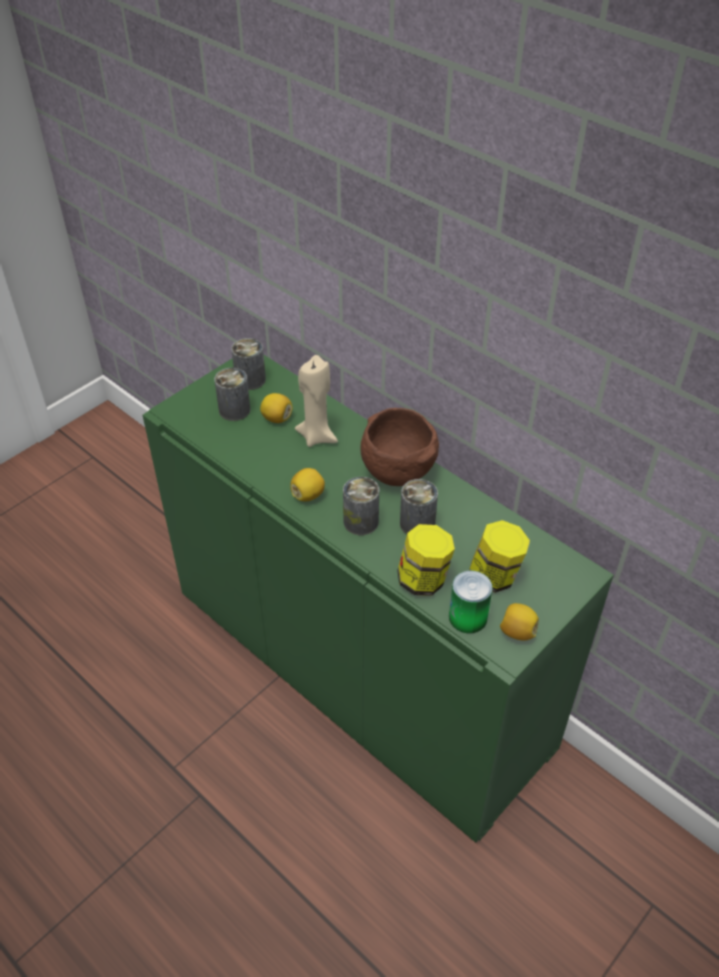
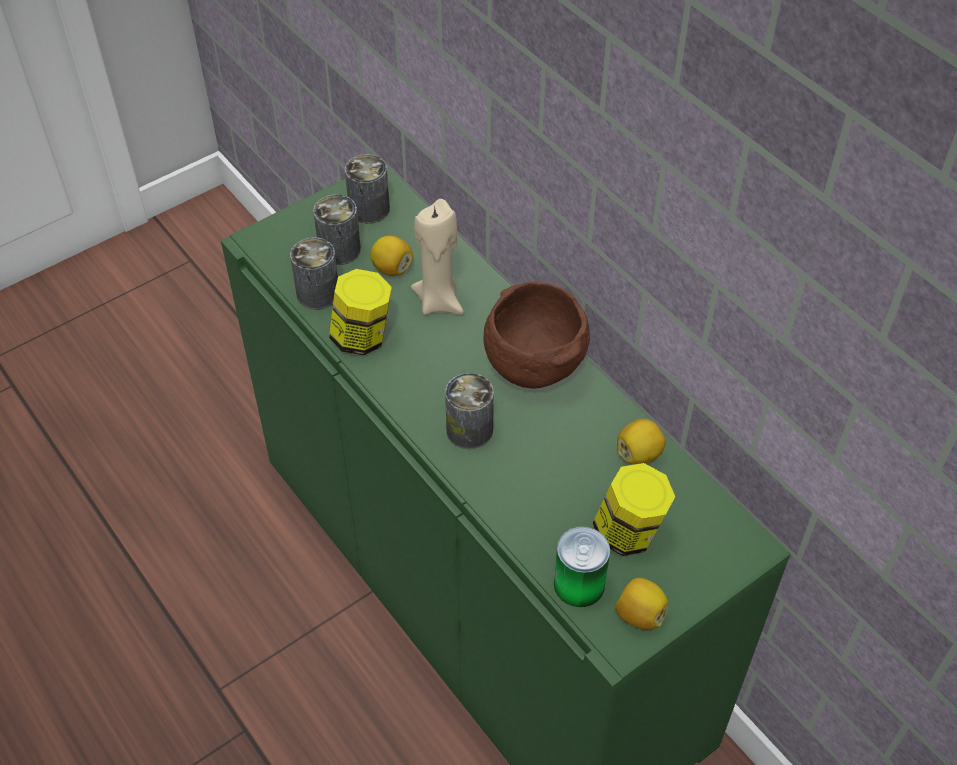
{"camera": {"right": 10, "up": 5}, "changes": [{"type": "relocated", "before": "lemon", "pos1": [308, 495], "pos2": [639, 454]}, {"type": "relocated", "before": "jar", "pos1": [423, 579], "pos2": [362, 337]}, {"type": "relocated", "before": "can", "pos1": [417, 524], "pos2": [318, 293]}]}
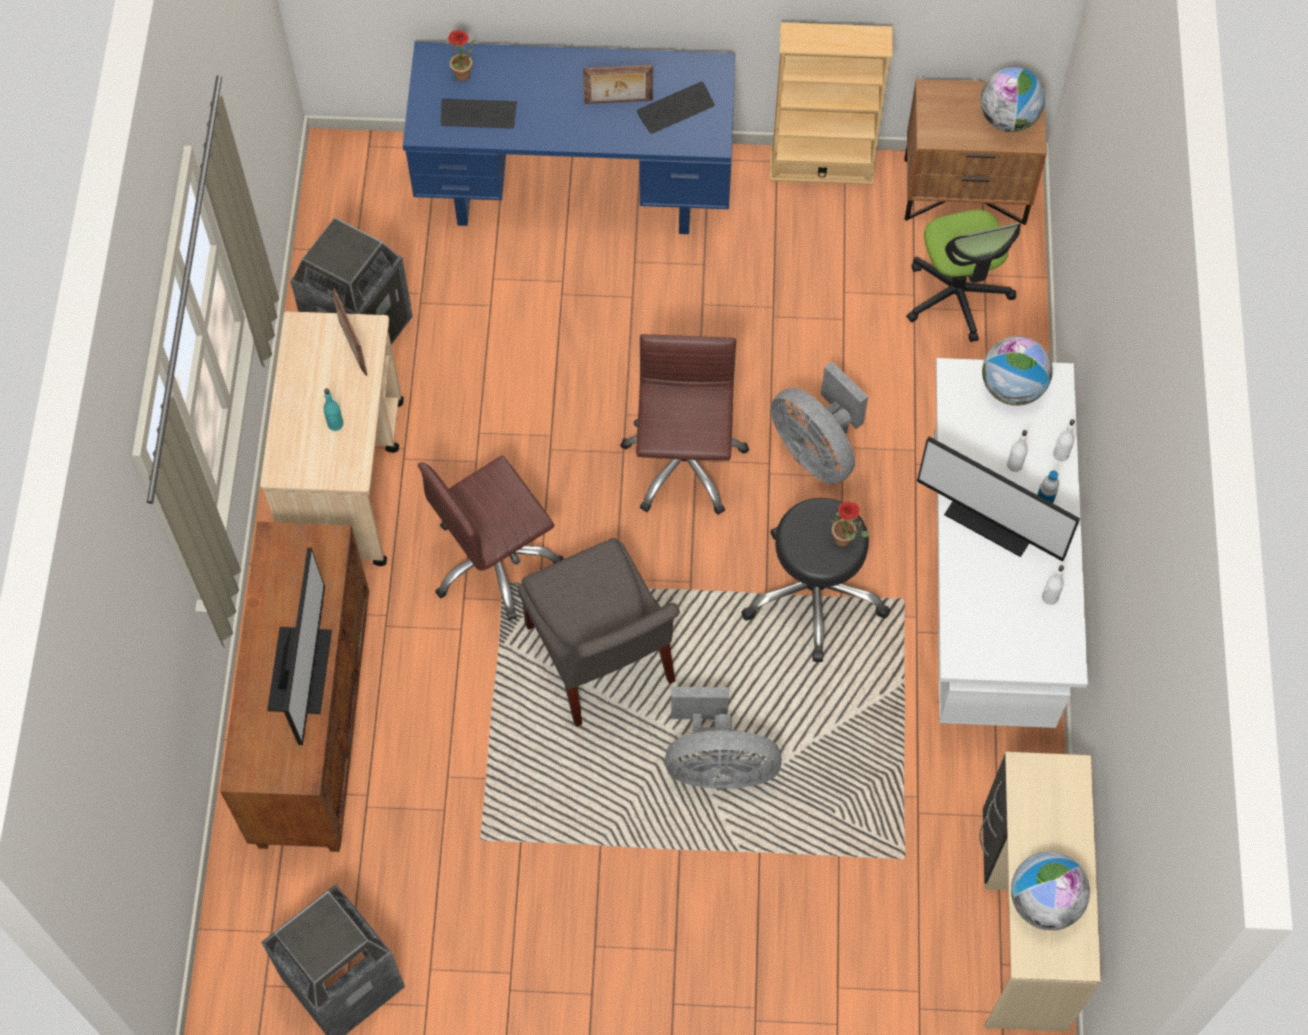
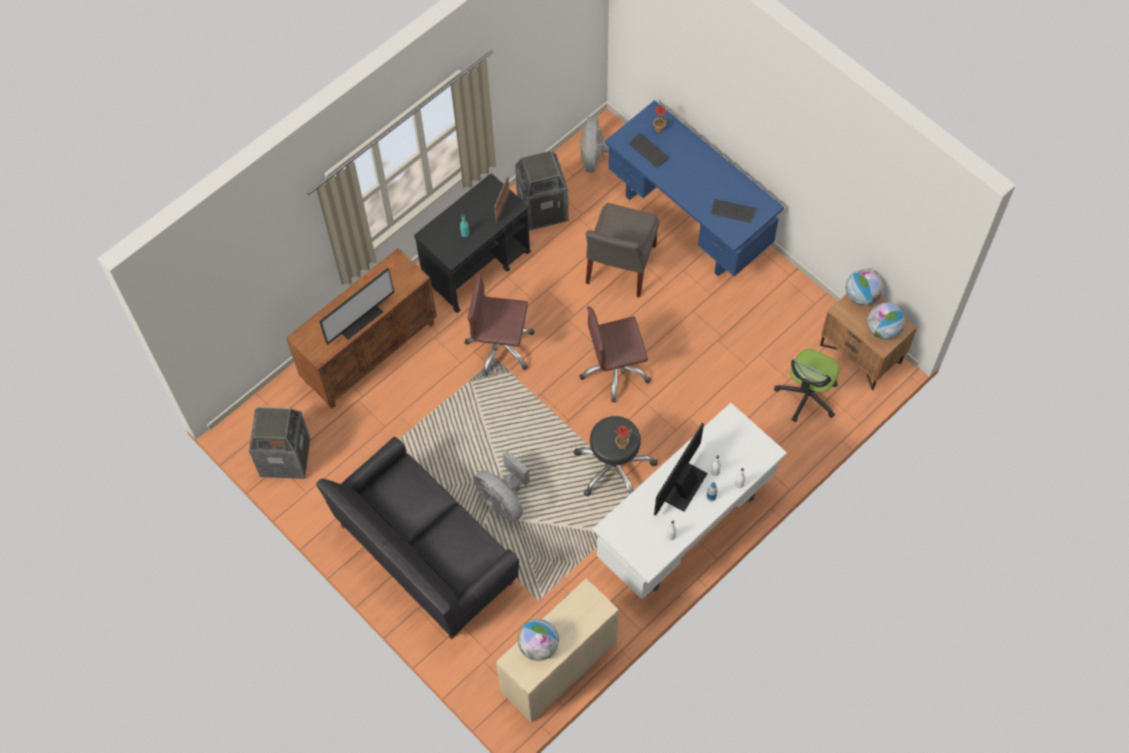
{"camera": {"right": 45, "up": 0}, "changes": [{"type": "missing", "before": "picture frame", "pos1": [618, 102]}, {"type": "missing", "before": "beige bookcase", "pos1": [821, 168]}, {"type": "appeared", "after": "black sofa", "pos2": [425, 554]}, {"type": "relocated", "before": "grey chair", "pos1": [601, 660], "pos2": [619, 267]}, {"type": "relocated", "before": "grey fan", "pos1": [816, 450], "pos2": [598, 158]}, {"type": "relocated", "before": "globe", "pos1": [1012, 388], "pos2": [861, 296]}, {"type": "colour", "before": "beige cart", "after": "black cart", "pos1": [346, 478], "pos2": [477, 266]}, {"type": "spun", "before": "brown office chair", "pos1": [683, 464], "pos2": [615, 370], "turn": -150}, {"type": "spun", "before": "monitor", "pos1": [993, 518], "pos2": [682, 485], "turn": 45}]}
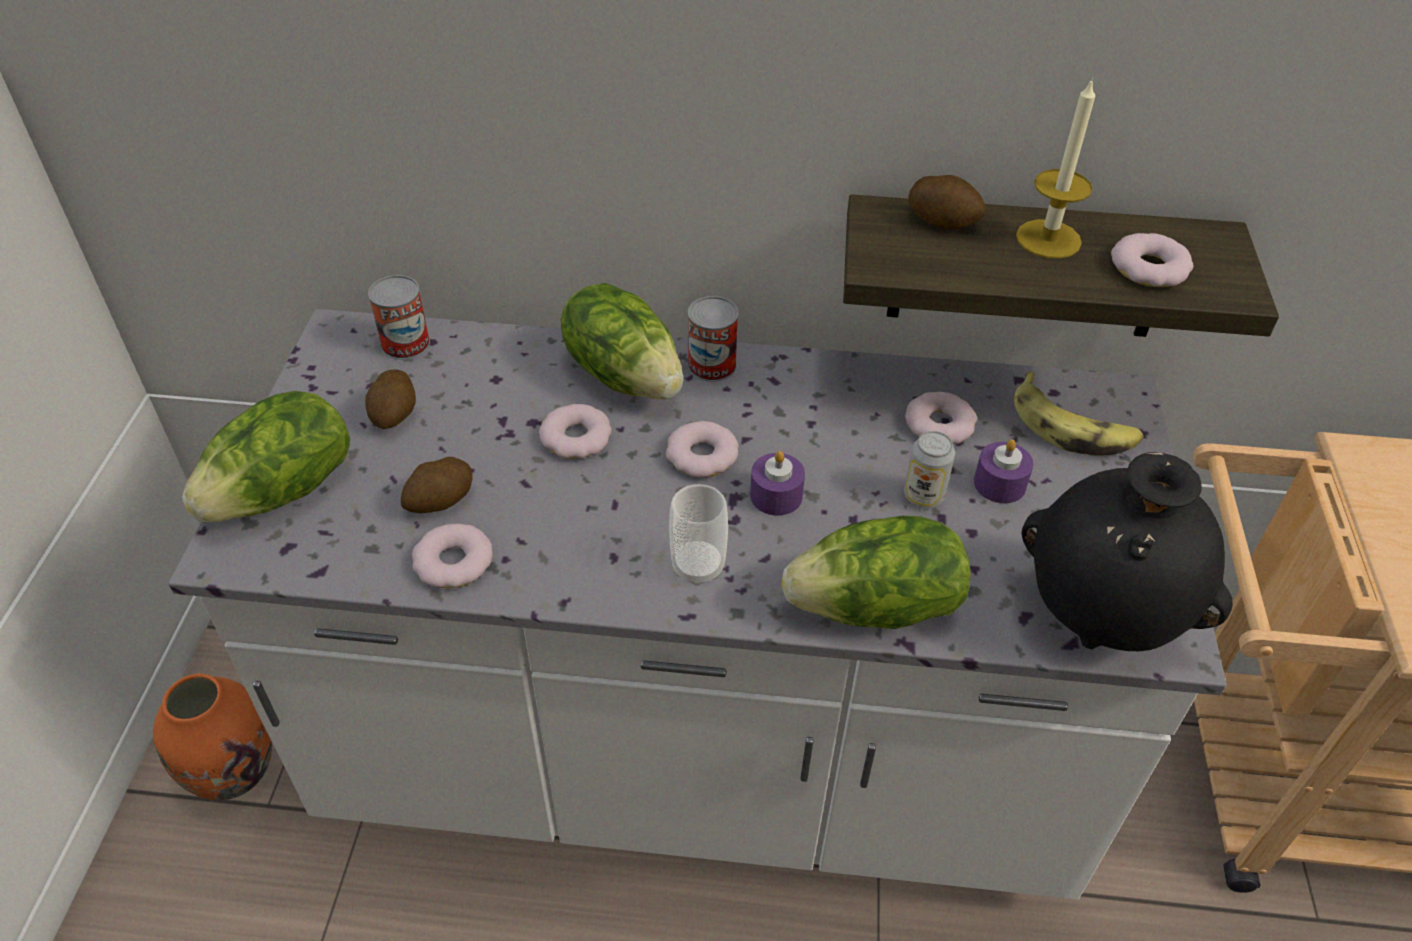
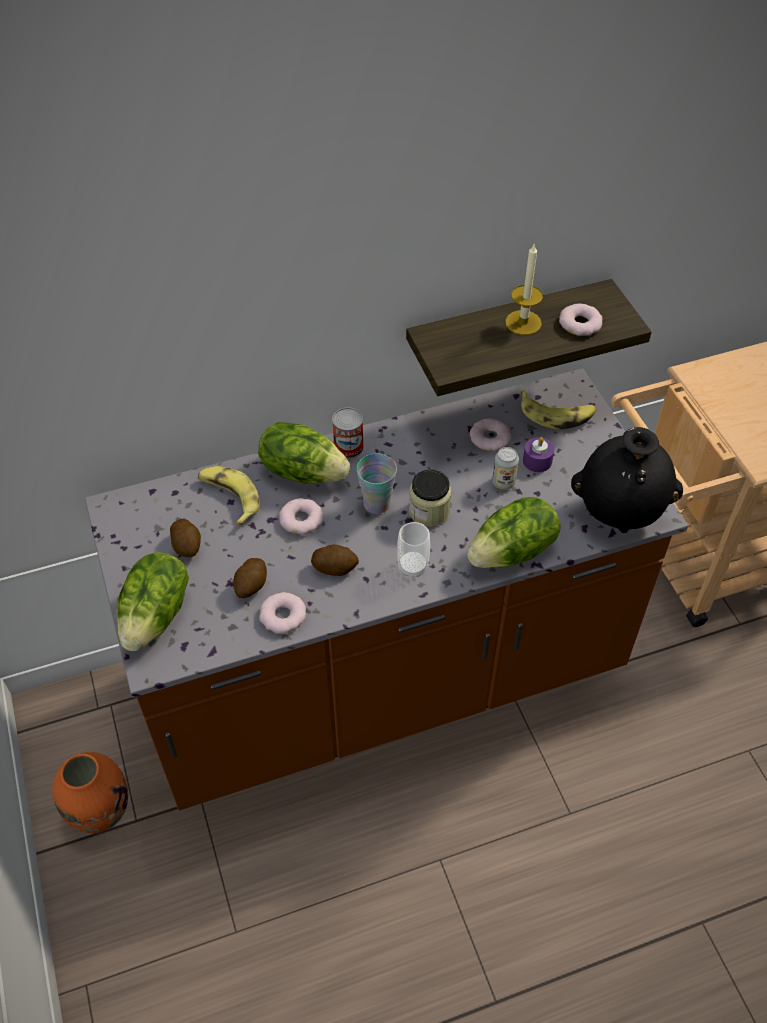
{"camera": {"right": -25, "up": 5}, "changes": [{"type": "missing", "before": "can", "pos1": [405, 343]}, {"type": "appeared", "after": "banana", "pos2": [229, 497]}, {"type": "relocated", "before": "potato", "pos1": [943, 221], "pos2": [335, 567]}, {"type": "exchanged", "before": "donut", "after": "cup", "pos1": [702, 456], "pos2": [376, 504]}, {"type": "exchanged", "before": "purple candle", "after": "jar", "pos1": [776, 495], "pos2": [429, 511]}, {"type": "colour", "before": "white counter", "after": "brown counter", "pos1": [700, 756], "pos2": [383, 677]}]}
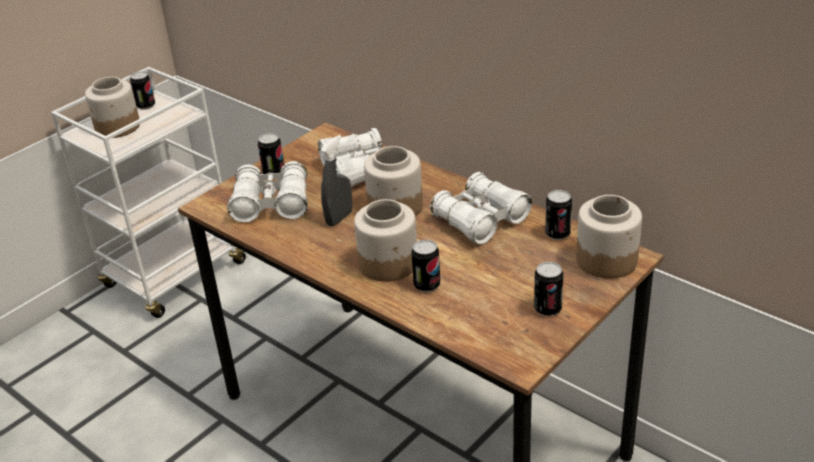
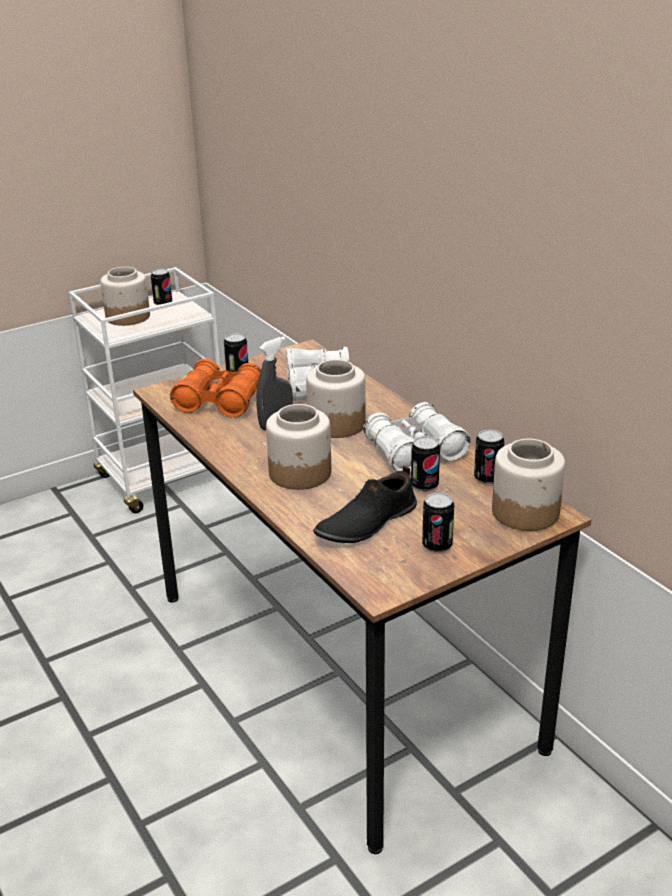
{"camera": {"right": 15, "up": -5}, "changes": [{"type": "appeared", "after": "black shoe", "pos2": [366, 523]}, {"type": "relocated", "before": "can", "pos1": [427, 285], "pos2": [424, 485]}, {"type": "colour", "before": "white binoculars", "after": "orange binoculars", "pos1": [271, 204], "pos2": [219, 401]}]}
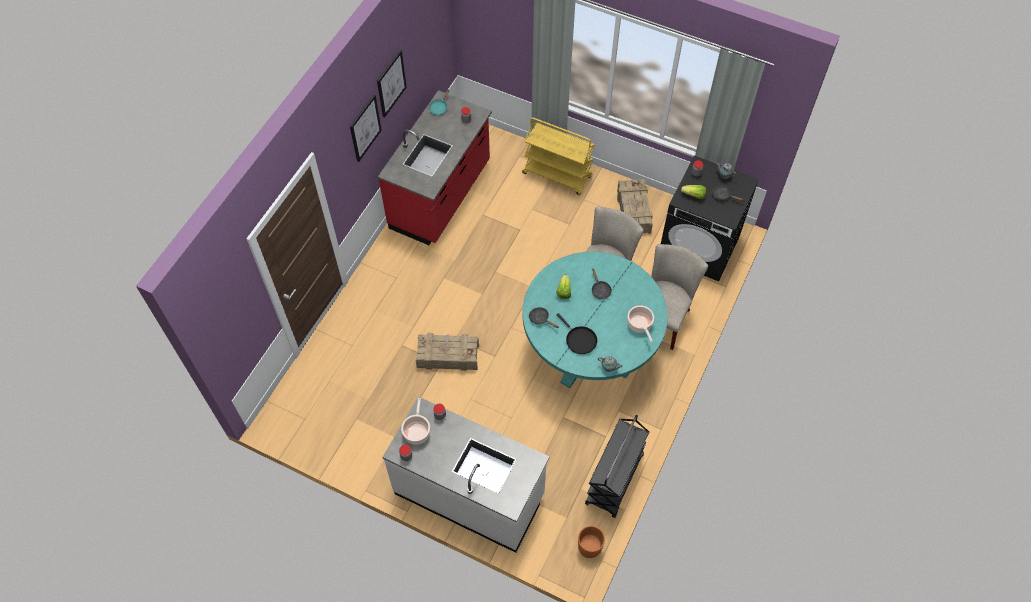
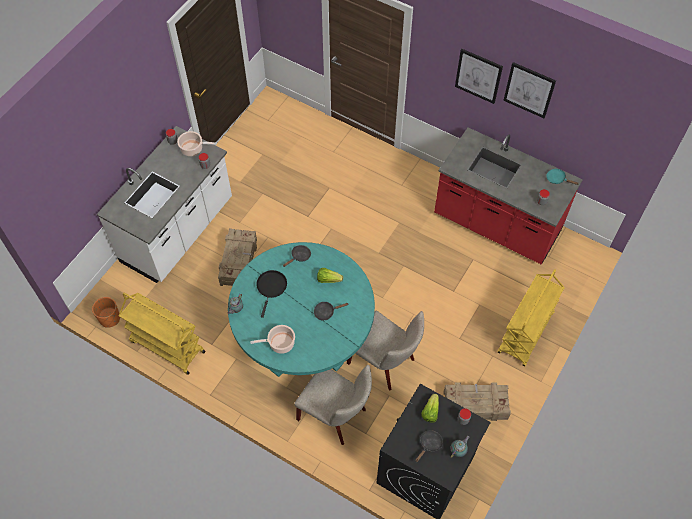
{"camera": {"right": 95, "up": 0}, "changes": [{"type": "relocated", "before": "crate", "pos1": [447, 356], "pos2": [239, 262]}, {"type": "colour", "before": "black cart", "after": "yellow cart", "pos1": [614, 480], "pos2": [167, 346]}, {"type": "spun", "before": "black frying pan", "pos1": [579, 340], "pos2": [271, 287], "turn": 135}]}
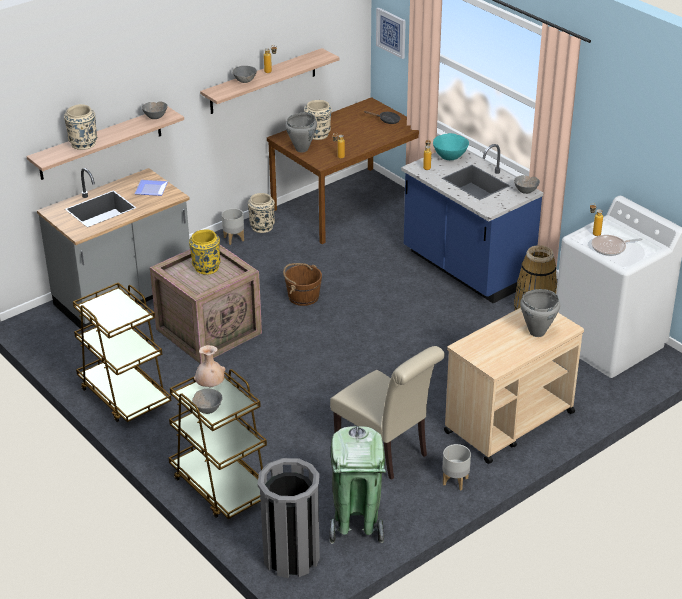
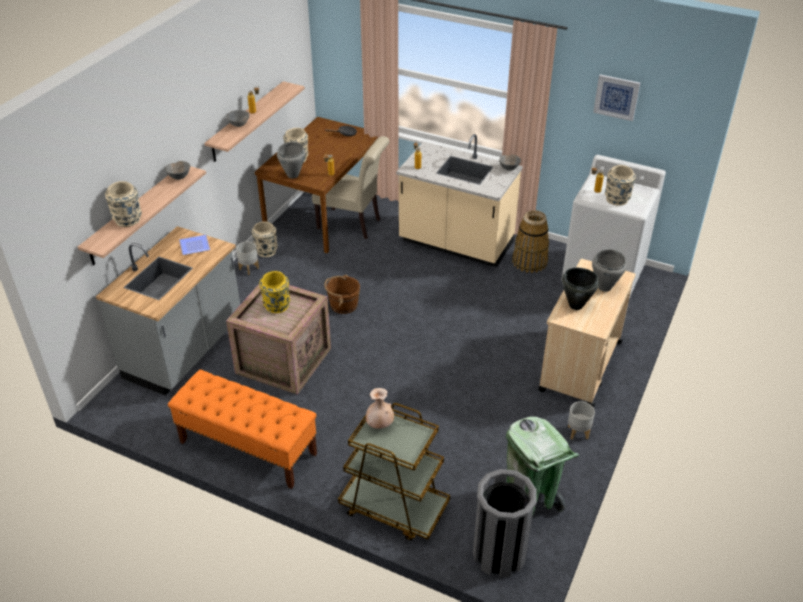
{"camera": {"right": -25, "up": 5}, "changes": [{"type": "missing", "before": "grey bowl", "pos1": [207, 410]}, {"type": "missing", "before": "turquoise bowl", "pos1": [450, 157]}, {"type": "appeared", "after": "black cooking pot", "pos2": [575, 305]}, {"type": "relocated", "before": "beige chair", "pos1": [386, 451], "pos2": [353, 224]}, {"type": "relocated", "before": "picture", "pos1": [391, 32], "pos2": [616, 97]}, {"type": "exchanged", "before": "brown cart", "after": "orange bench", "pos1": [124, 395], "pos2": [247, 448]}, {"type": "exchanged", "before": "frying pan", "after": "beige vase", "pos1": [610, 248], "pos2": [616, 200]}, {"type": "colour", "before": "blue counter", "after": "beige counter", "pos1": [465, 269], "pos2": [455, 244]}]}
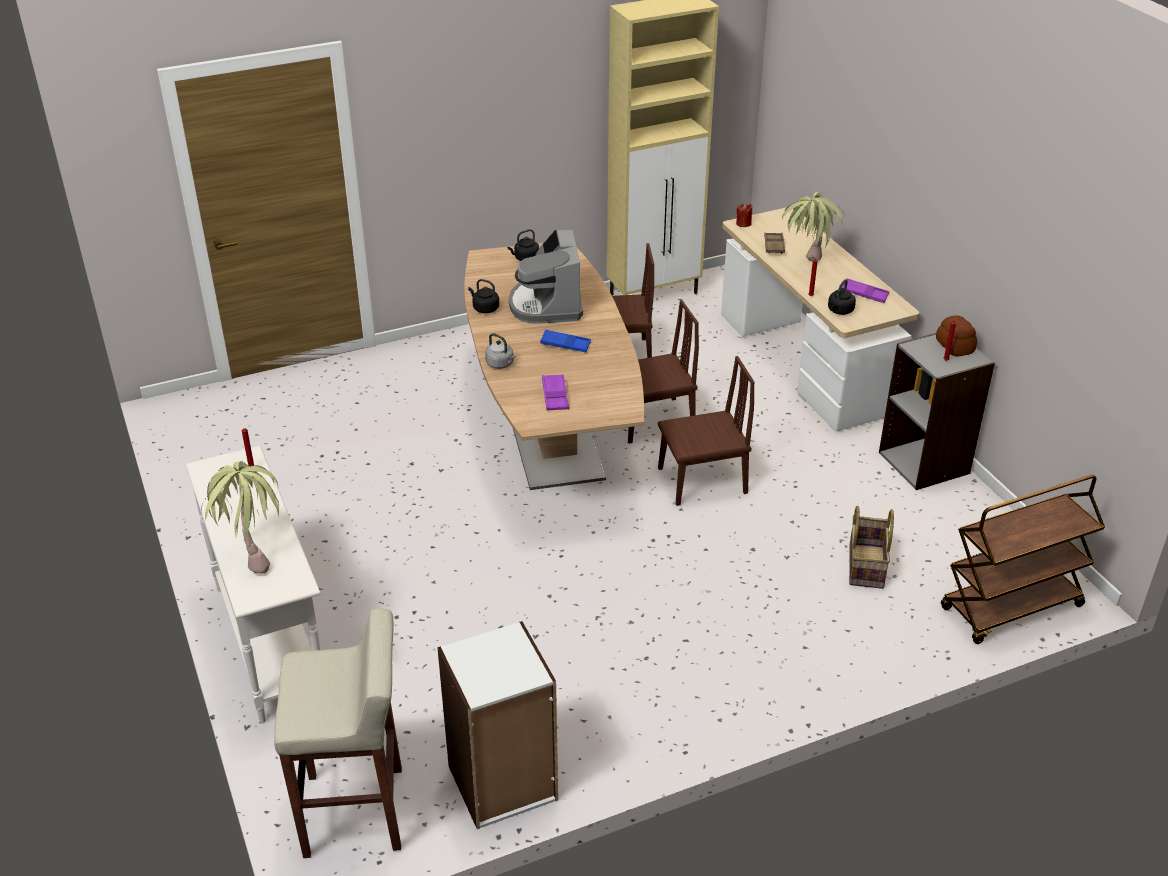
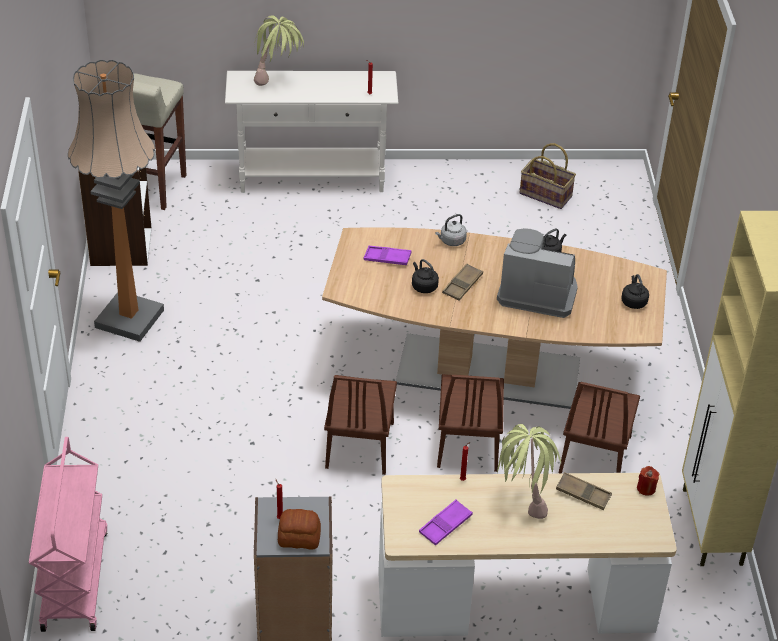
{"camera": {"right": 110, "up": 5}, "changes": [{"type": "appeared", "after": "floor lamp", "pos2": [129, 318]}, {"type": "relocated", "before": "black kettle", "pos1": [840, 311], "pos2": [423, 286]}, {"type": "relocated", "before": "basket", "pos1": [865, 565], "pos2": [546, 194]}, {"type": "colour", "before": "blue tray", "after": "brown tray", "pos1": [565, 344], "pos2": [462, 285]}, {"type": "colour", "before": "brown cart", "after": "pink cart", "pos1": [1011, 608], "pos2": [74, 579]}]}
